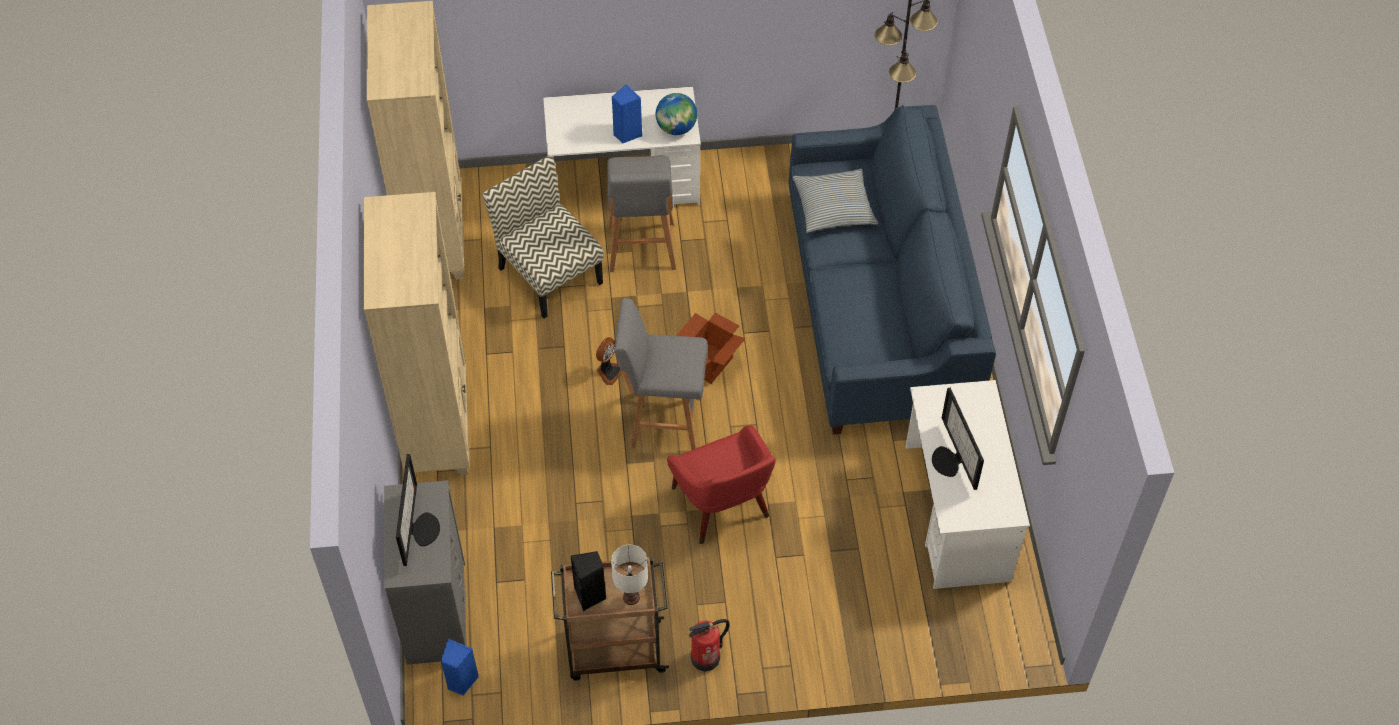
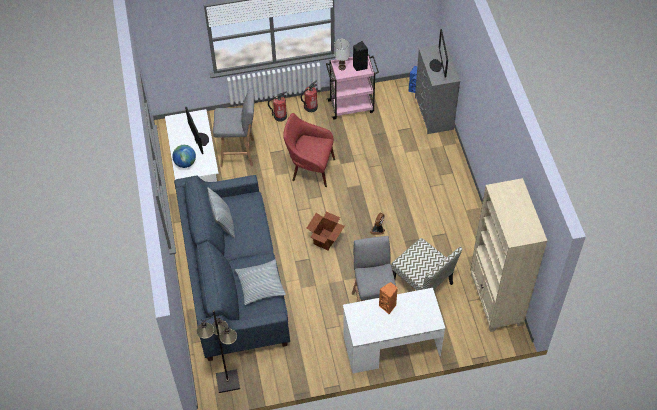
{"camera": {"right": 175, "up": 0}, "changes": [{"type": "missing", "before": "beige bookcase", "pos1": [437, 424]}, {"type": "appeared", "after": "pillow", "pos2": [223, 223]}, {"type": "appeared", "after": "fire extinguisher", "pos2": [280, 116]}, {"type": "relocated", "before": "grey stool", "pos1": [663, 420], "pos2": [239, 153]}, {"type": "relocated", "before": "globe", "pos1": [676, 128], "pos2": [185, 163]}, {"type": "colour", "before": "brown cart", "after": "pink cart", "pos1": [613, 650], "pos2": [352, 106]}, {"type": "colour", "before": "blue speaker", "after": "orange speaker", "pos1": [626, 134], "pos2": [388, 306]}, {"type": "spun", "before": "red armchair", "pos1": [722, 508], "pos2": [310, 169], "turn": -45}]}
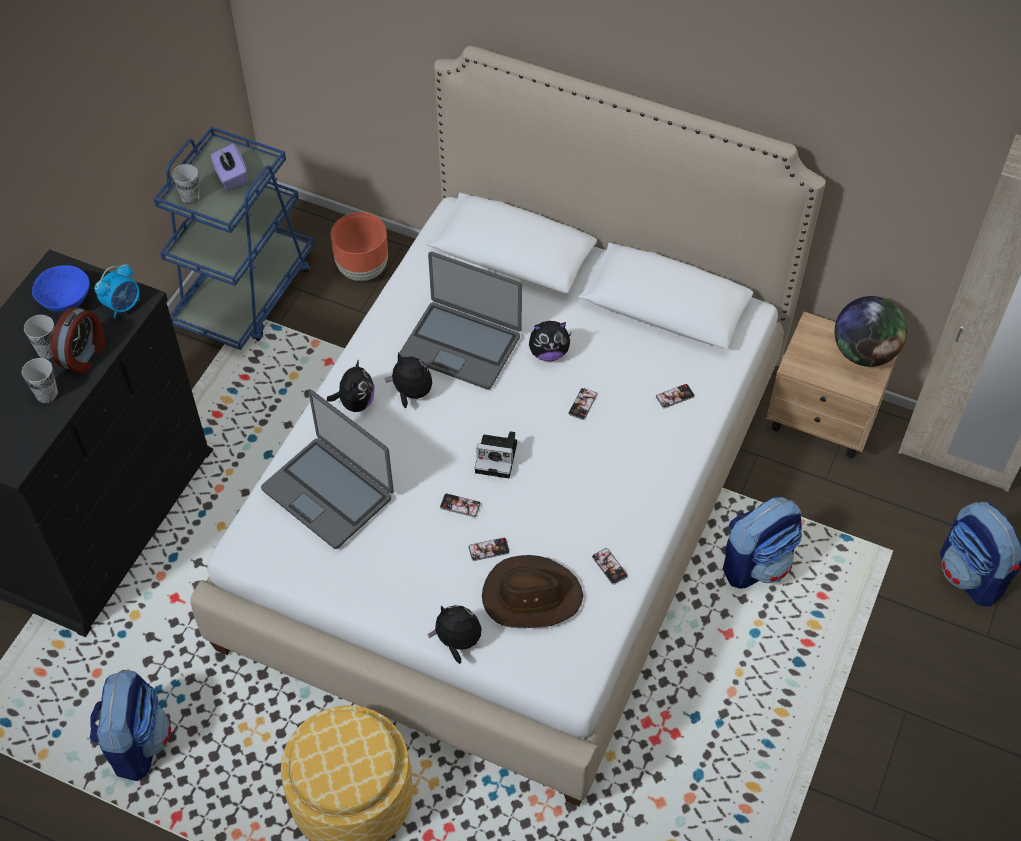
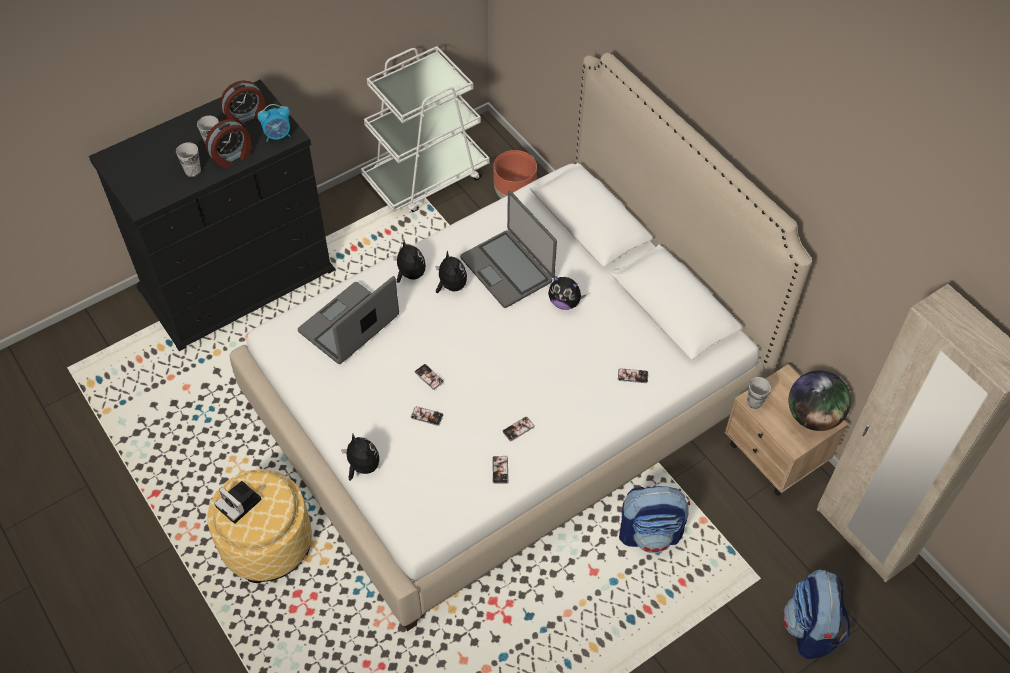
{"camera": {"right": 30, "up": 0}, "changes": [{"type": "missing", "before": "backpack", "pos1": [136, 742]}, {"type": "missing", "before": "purple tissue box", "pos1": [231, 177]}, {"type": "missing", "before": "brown hat", "pos1": [531, 596]}, {"type": "relocated", "before": "cup", "pos1": [190, 197], "pos2": [754, 402]}, {"type": "relocated", "before": "photo camera", "pos1": [498, 457], "pos2": [240, 503]}, {"type": "relocated", "before": "phone", "pos1": [582, 404], "pos2": [518, 429]}, {"type": "exchanged", "before": "blue bowl", "after": "alarm clock", "pos1": [67, 301], "pos2": [246, 117]}, {"type": "colour", "before": "blue cart", "after": "white cart", "pos1": [246, 294], "pos2": [426, 177]}, {"type": "spun", "before": "laptop", "pos1": [329, 492], "pos2": [349, 325], "turn": 60}, {"type": "spun", "before": "plush toy", "pos1": [355, 403], "pos2": [410, 274], "turn": -75}]}
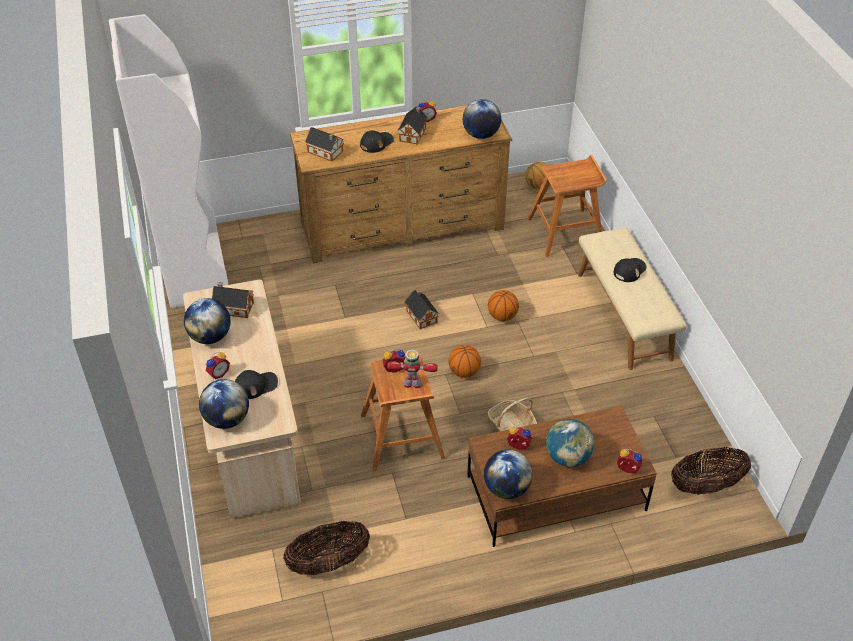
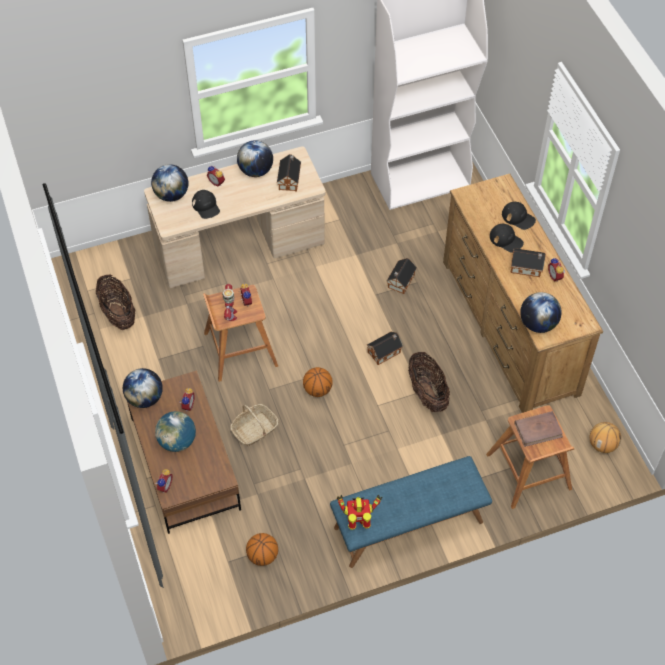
{"camera": {"right": 85, "up": 10}, "changes": [{"type": "appeared", "after": "toy robot", "pos2": [358, 523]}, {"type": "appeared", "after": "brown book", "pos2": [538, 430]}, {"type": "relocated", "before": "toy house", "pos1": [326, 152], "pos2": [400, 282]}, {"type": "relocated", "before": "basketball", "pos1": [502, 316], "pos2": [262, 556]}, {"type": "relocated", "before": "black cap", "pos1": [629, 270], "pos2": [518, 217]}, {"type": "relocated", "before": "basket", "pos1": [705, 485], "pos2": [427, 393]}, {"type": "colour", "before": "beige bench", "after": "blue bench", "pos1": [624, 315], "pos2": [408, 525]}]}
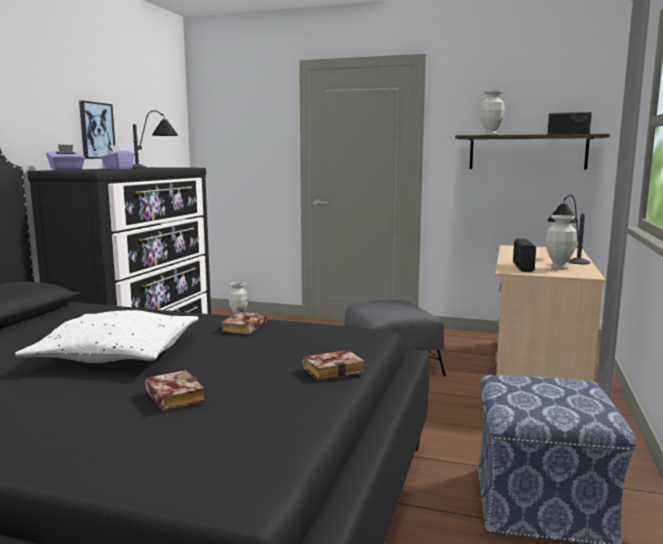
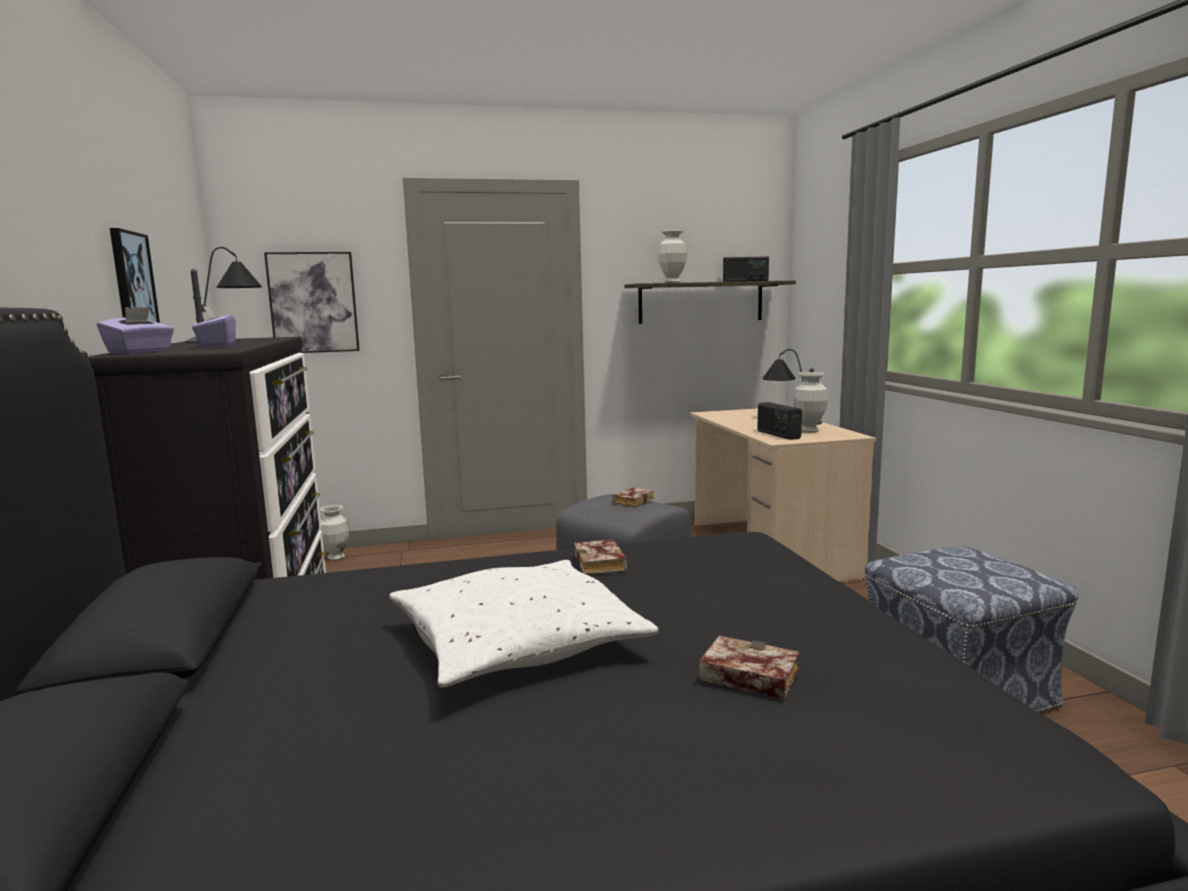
{"camera": {"right": -30, "up": 0}, "changes": [{"type": "appeared", "after": "picture", "pos2": [313, 302]}, {"type": "relocated", "before": "book", "pos1": [334, 370], "pos2": [633, 501]}]}
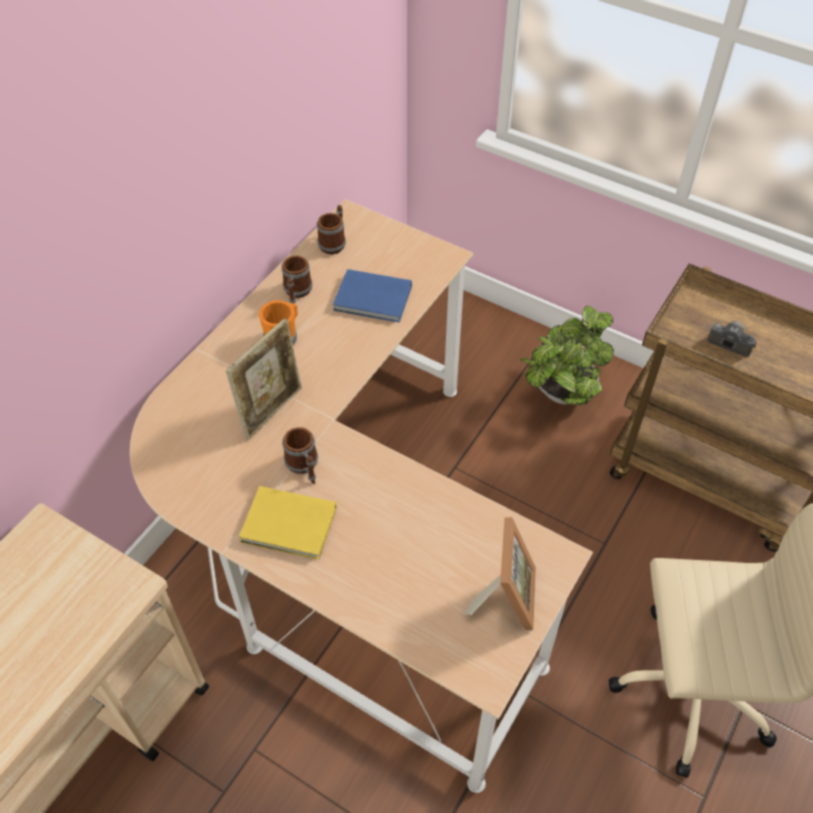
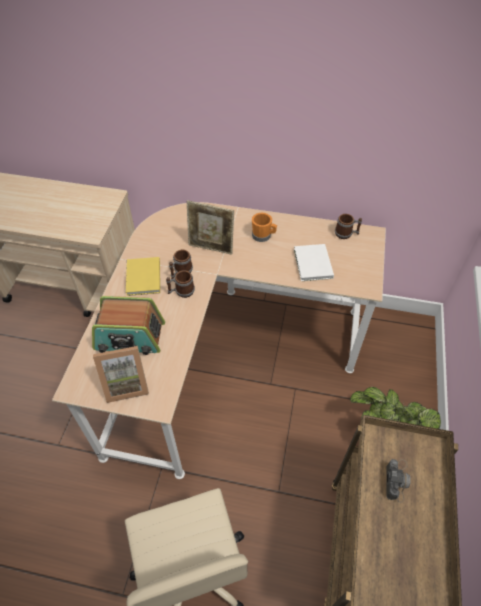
{"camera": {"right": 70, "up": 0}, "changes": [{"type": "appeared", "after": "radio", "pos2": [130, 337]}, {"type": "relocated", "before": "mug", "pos1": [296, 293], "pos2": [181, 291]}, {"type": "colour", "before": "blue book", "after": "white book", "pos1": [374, 299], "pos2": [312, 265]}]}
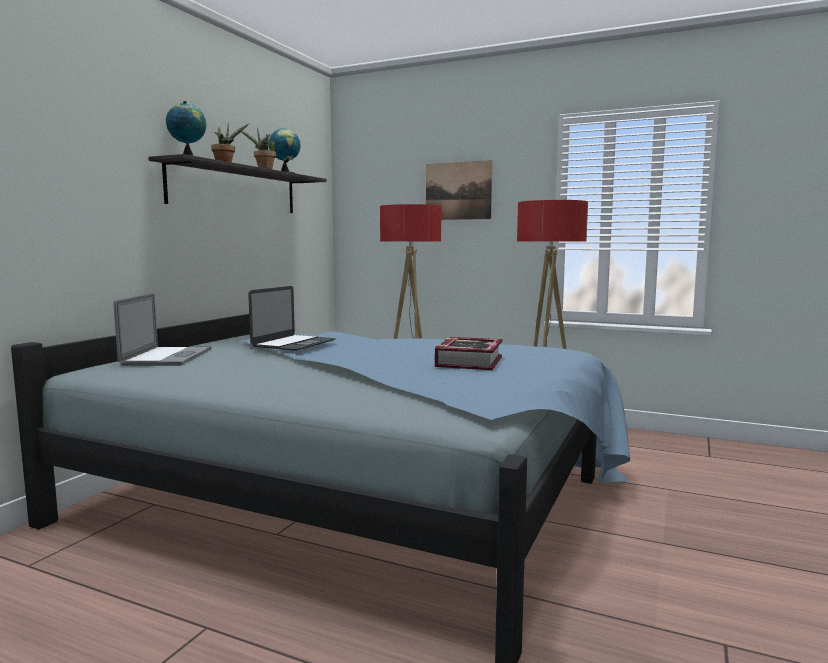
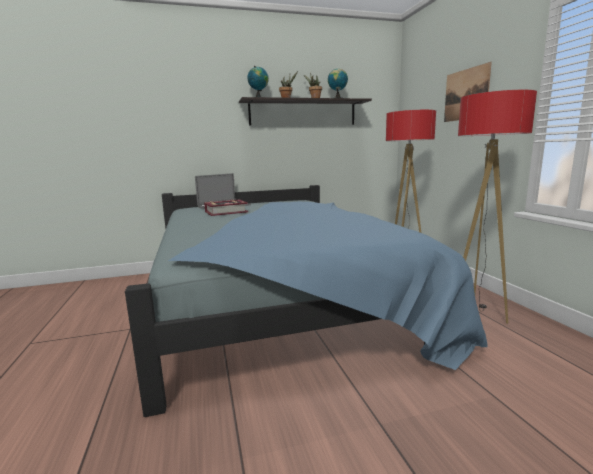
{"camera": {"right": 50, "up": 5}, "changes": [{"type": "missing", "before": "laptop", "pos1": [294, 343]}, {"type": "relocated", "before": "book", "pos1": [468, 362], "pos2": [226, 212]}]}
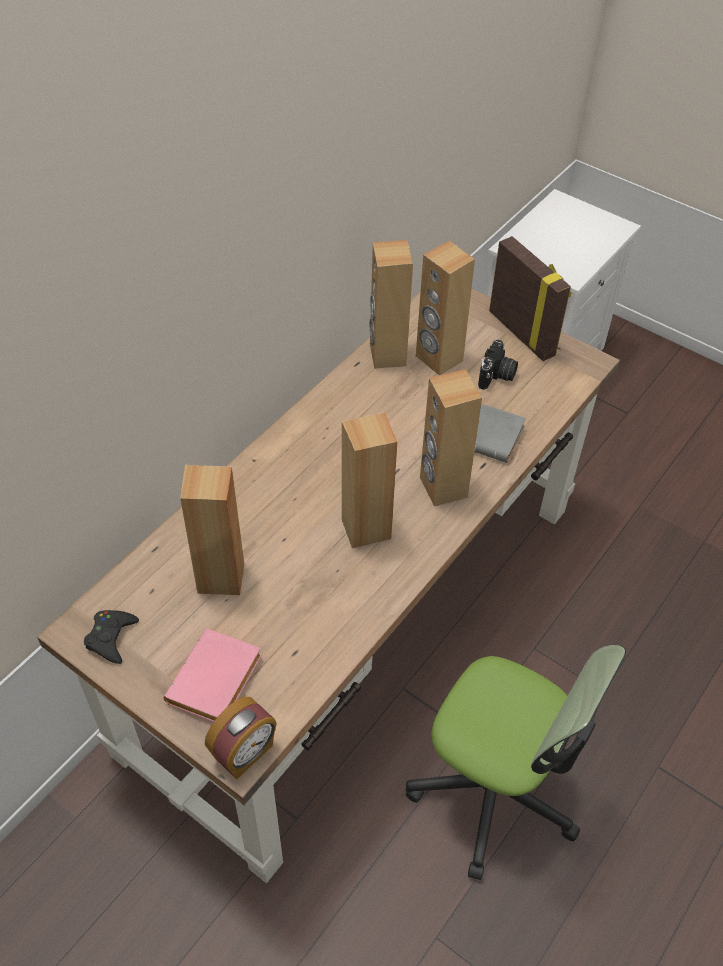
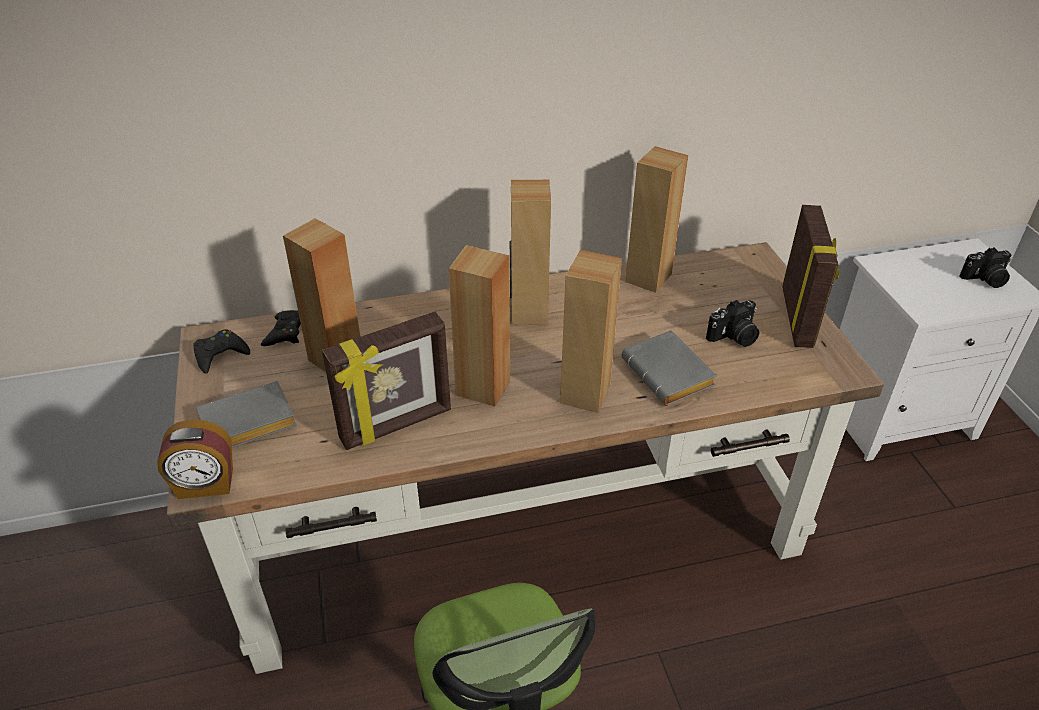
{"camera": {"right": 40, "up": -10}, "changes": [{"type": "appeared", "after": "black game controller", "pos2": [286, 333]}, {"type": "appeared", "after": "picture frame", "pos2": [396, 426]}, {"type": "appeared", "after": "photo camera", "pos2": [985, 280]}, {"type": "relocated", "before": "brown speaker", "pos1": [438, 358], "pos2": [528, 312]}, {"type": "colour", "before": "pink book", "after": "grey book", "pos1": [216, 684], "pos2": [246, 426]}]}
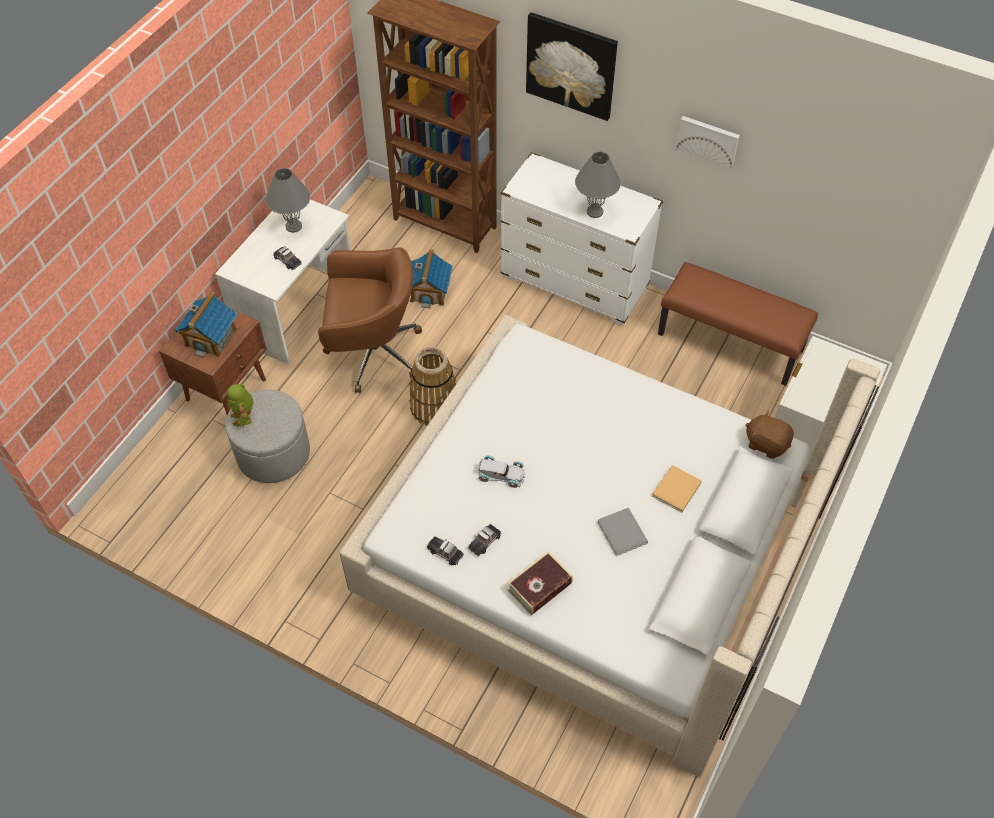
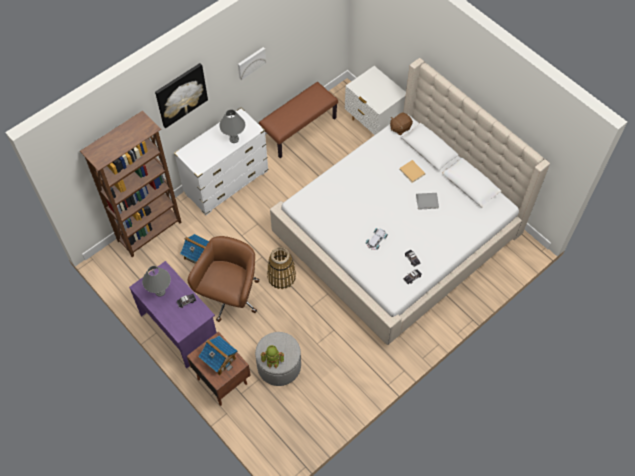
{"camera": {"right": -70, "up": 5}, "changes": [{"type": "missing", "before": "book", "pos1": [540, 587]}, {"type": "colour", "before": "white desk", "after": "purple desk", "pos1": [298, 311], "pos2": [180, 328]}]}
